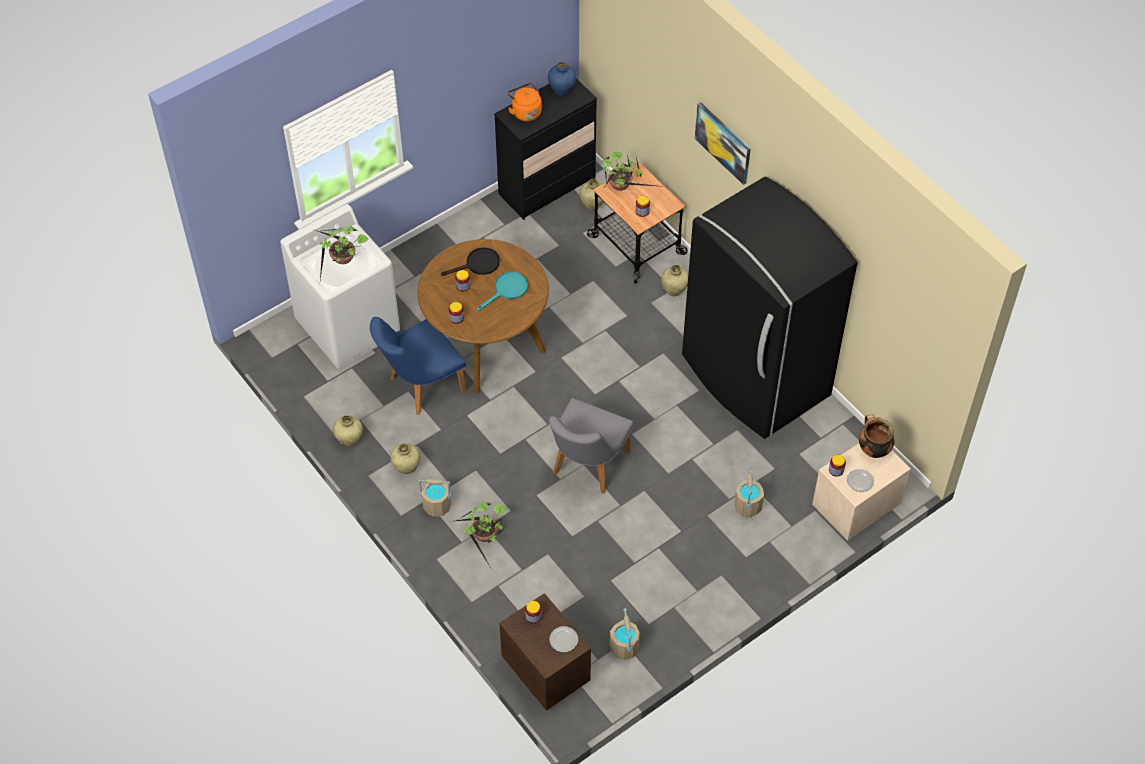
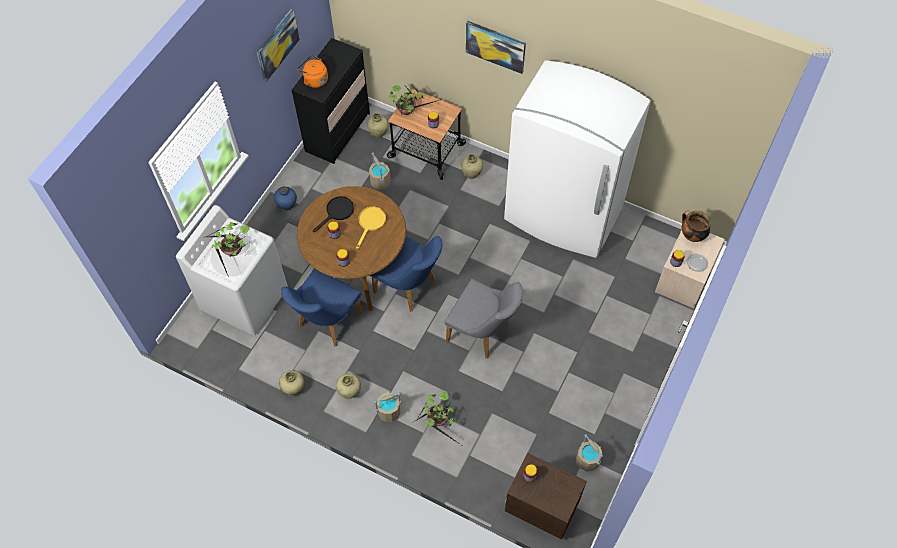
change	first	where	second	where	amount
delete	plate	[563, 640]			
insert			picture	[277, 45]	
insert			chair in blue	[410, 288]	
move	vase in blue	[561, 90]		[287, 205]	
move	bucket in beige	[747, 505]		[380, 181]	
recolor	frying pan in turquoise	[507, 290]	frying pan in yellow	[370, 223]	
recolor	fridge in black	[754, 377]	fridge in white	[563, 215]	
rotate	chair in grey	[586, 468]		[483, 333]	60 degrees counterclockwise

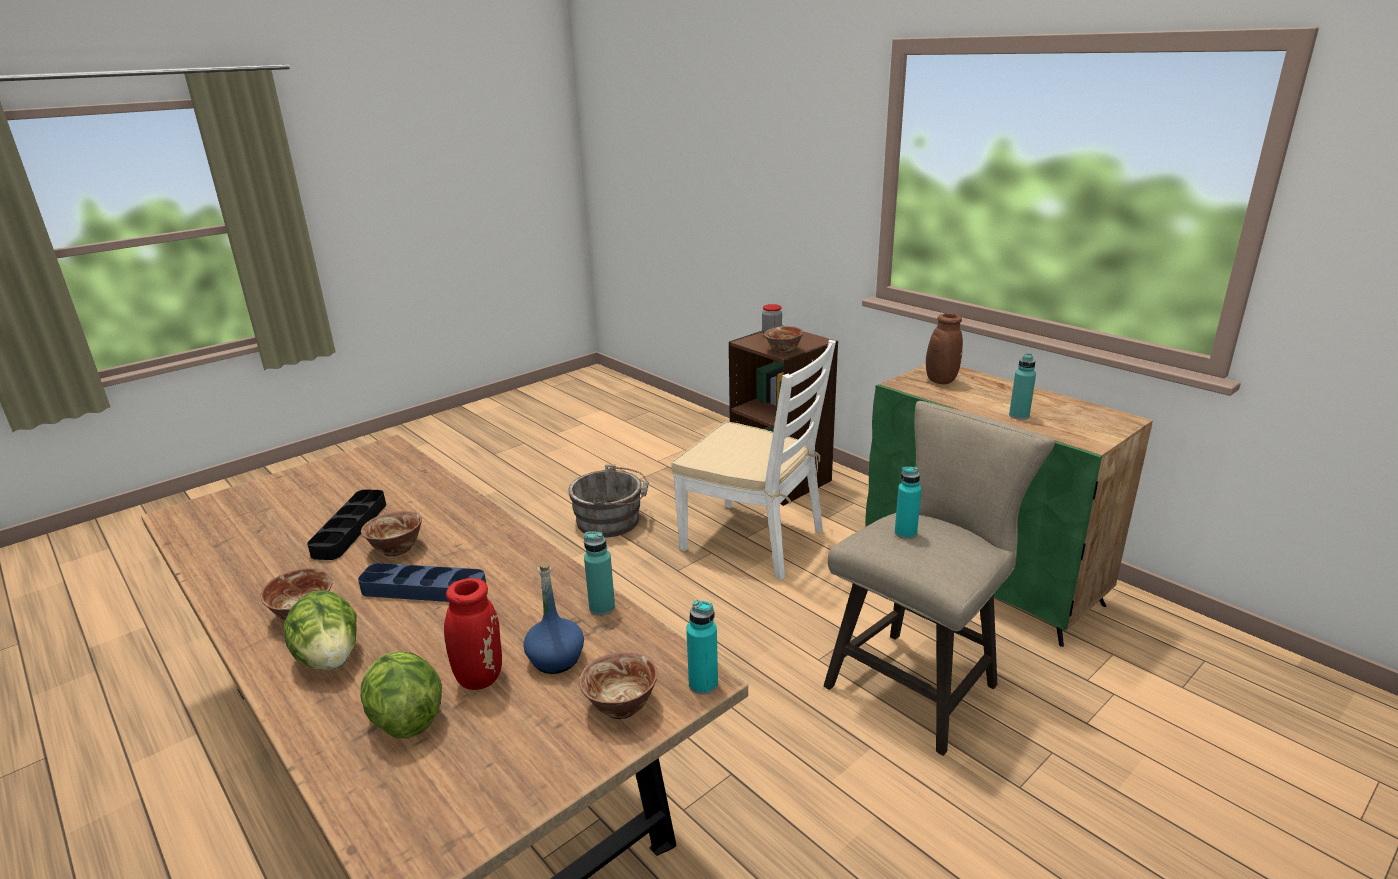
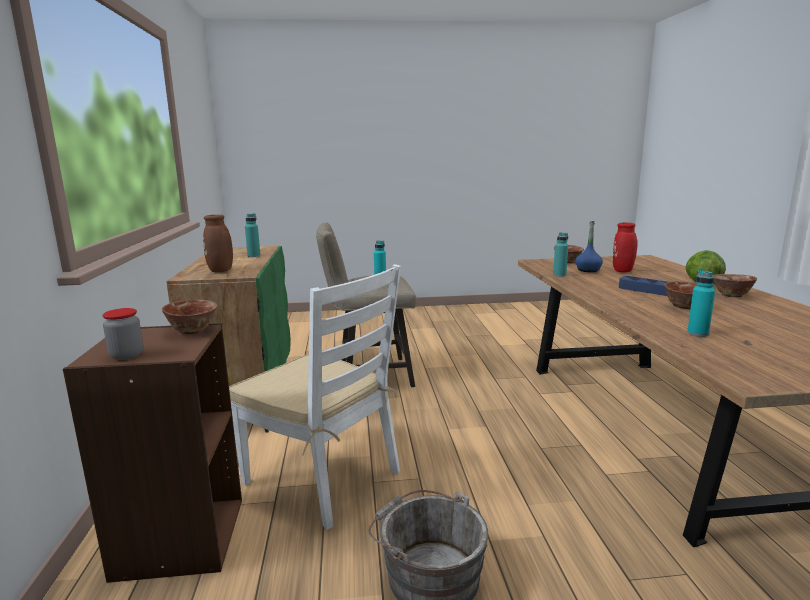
change	first	where	second	where	amount
delete	tray in black	[350, 529]			
delete	lettuce	[405, 719]			
move	bottle in turquoise	[703, 684]		[697, 333]	
rotate	chair in white	[754, 539]		[323, 477]	150 degrees clockwise

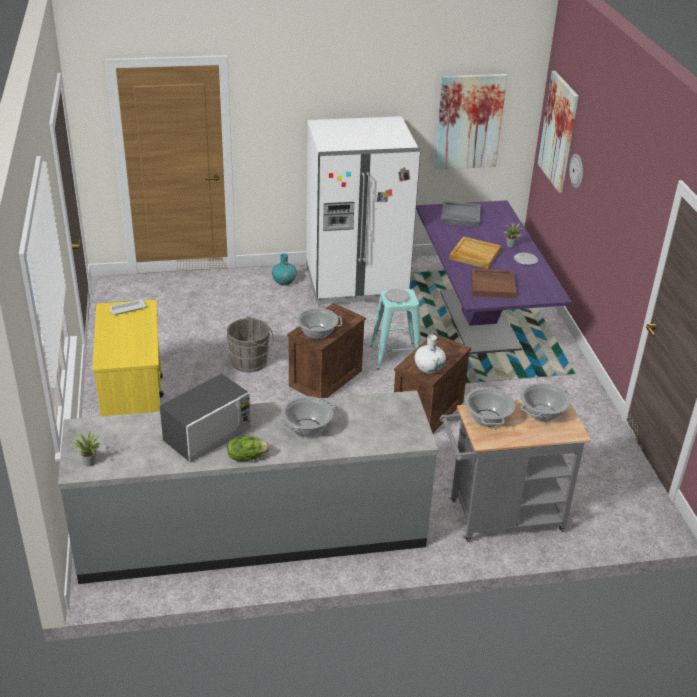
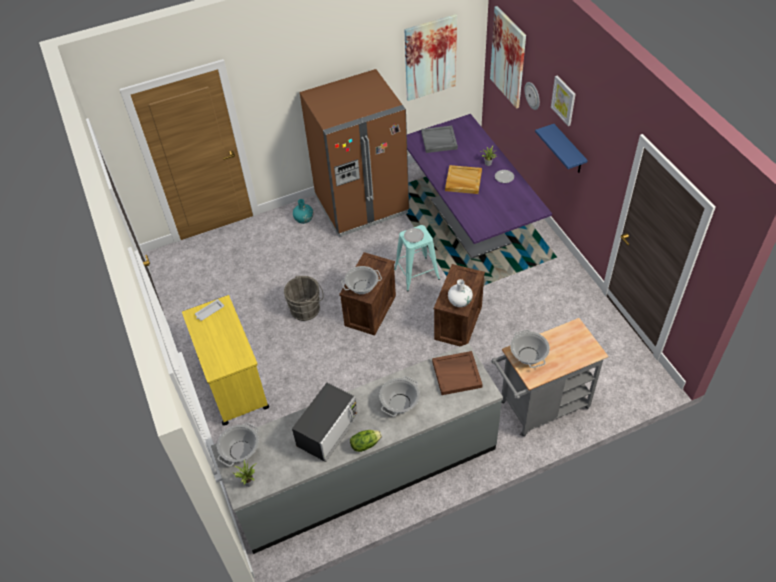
change	first	where	second	where	amount
insert			shelf in blue	[569, 150]	
insert			picture	[563, 100]	
move	tray in brown	[493, 285]		[457, 374]	
move	cooking pot	[542, 413]		[240, 451]	
recolor	fridge in white	[356, 282]	fridge in brown	[362, 206]	

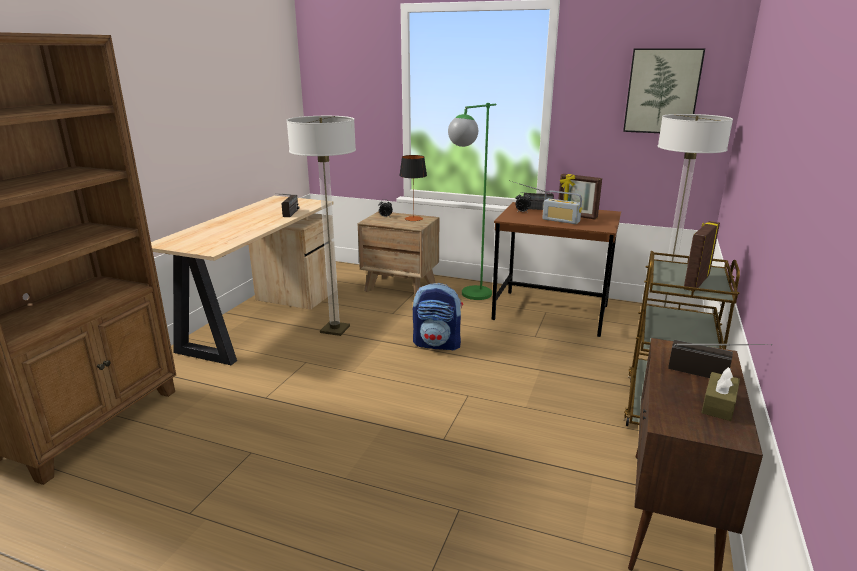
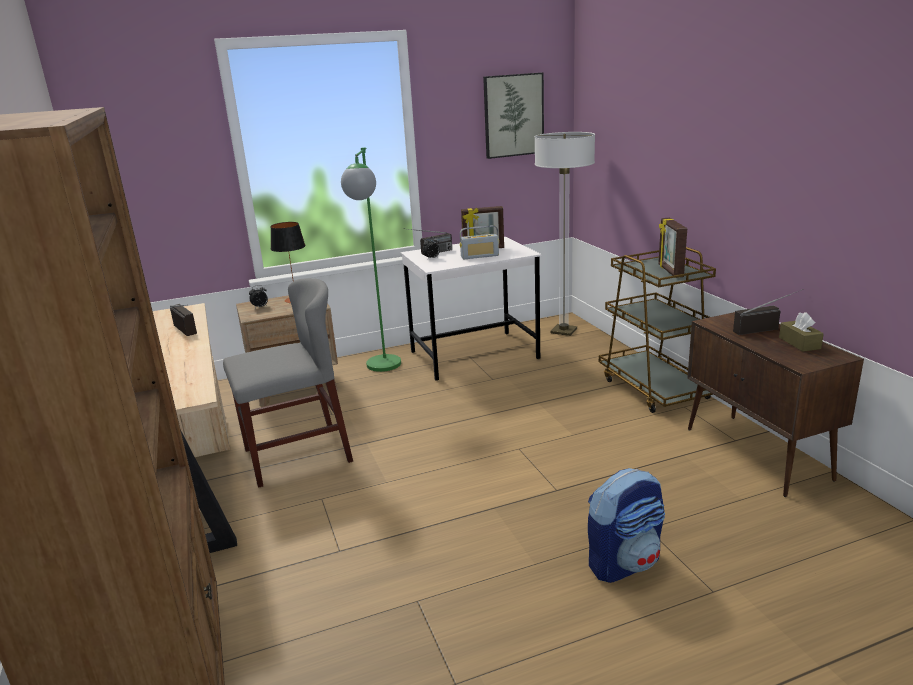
change	first	where	second	where	amount
move	backpack	[438, 344]		[624, 562]	
replace	floor lamp	[335, 330]	chair in grey	[297, 455]	
recolor	desk in brown	[551, 313]	desk in white	[474, 355]	

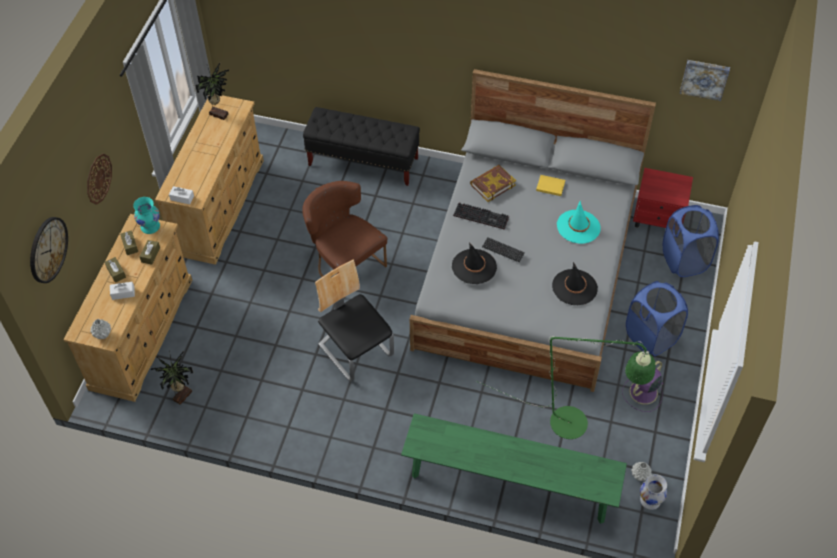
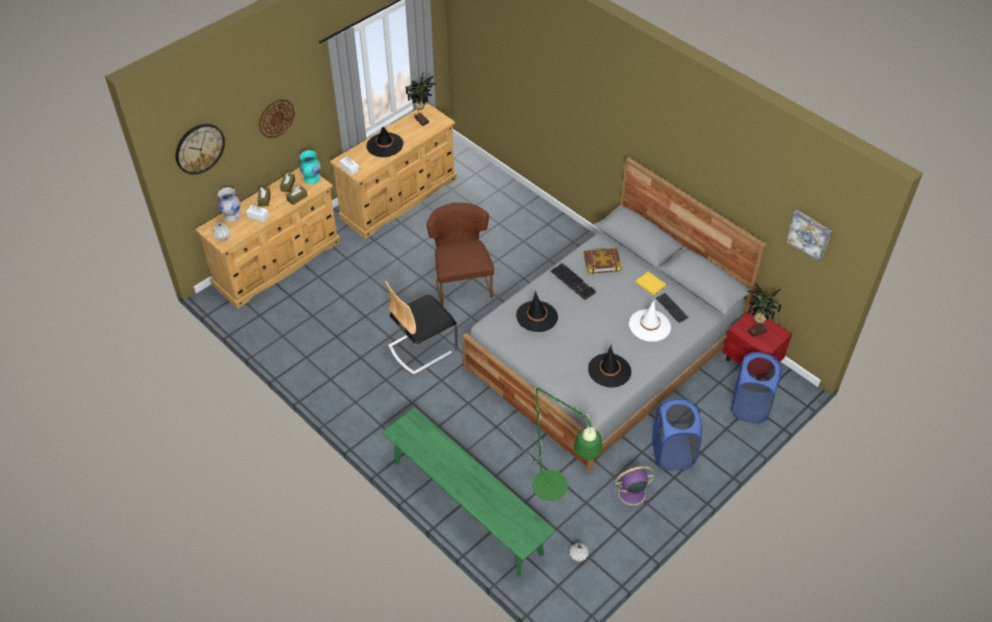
change	first	where	second	where	amount
delete	bench in black	[363, 162]			
insert			hat in black	[384, 145]	
move	potted plant	[181, 395]		[756, 330]	
move	keyboard	[503, 250]		[671, 308]	
move	vase in white	[650, 500]		[232, 216]	
recolor	hat in turquoise	[578, 227]	hat in white	[649, 325]	
rotate	chair	[356, 350]		[422, 348]	120 degrees counterclockwise

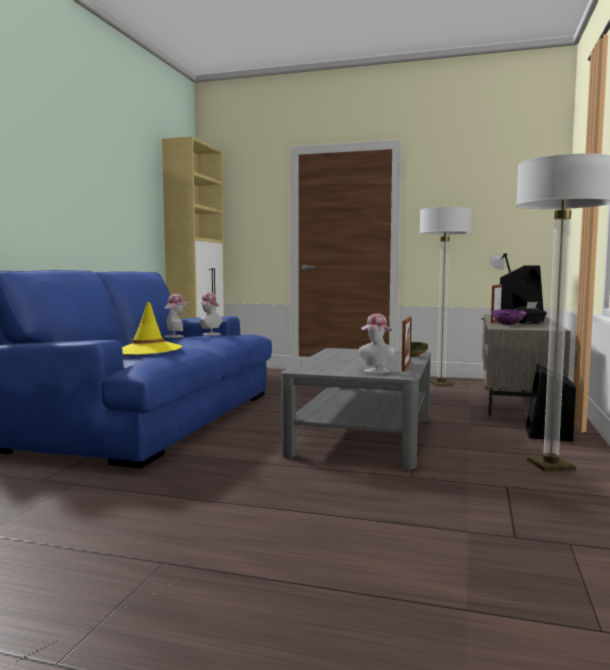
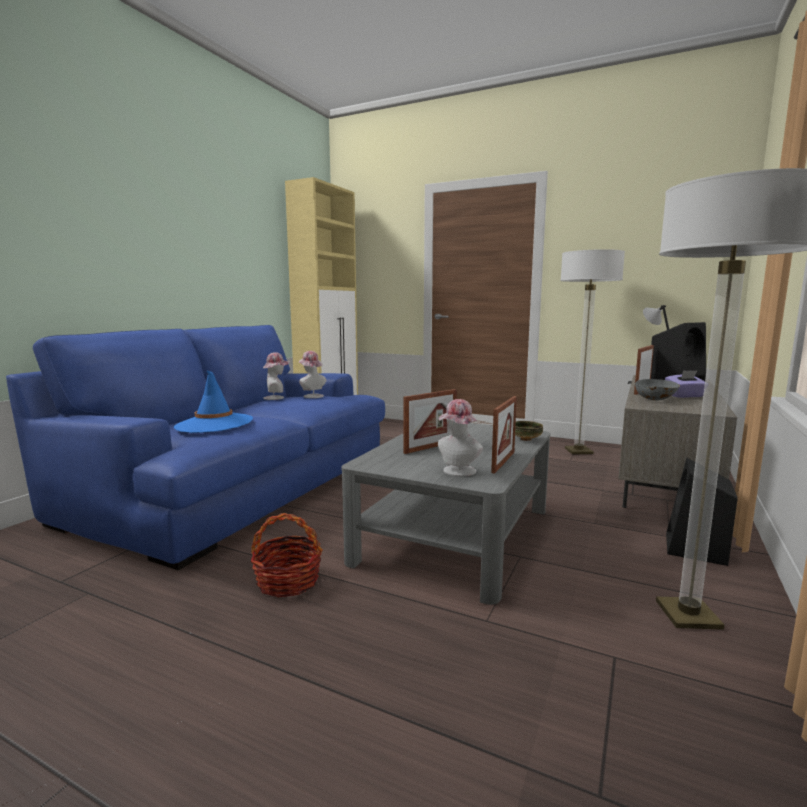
change	first	where	second	where	amount
insert			basket	[287, 581]	
insert			picture frame	[430, 447]	
recolor	hat in yellow	[148, 350]	hat in blue	[214, 424]	
recolor	bowl in purple	[508, 325]	bowl in grey	[655, 400]	
recolor	tissue box in black	[529, 323]	tissue box in purple	[685, 396]	

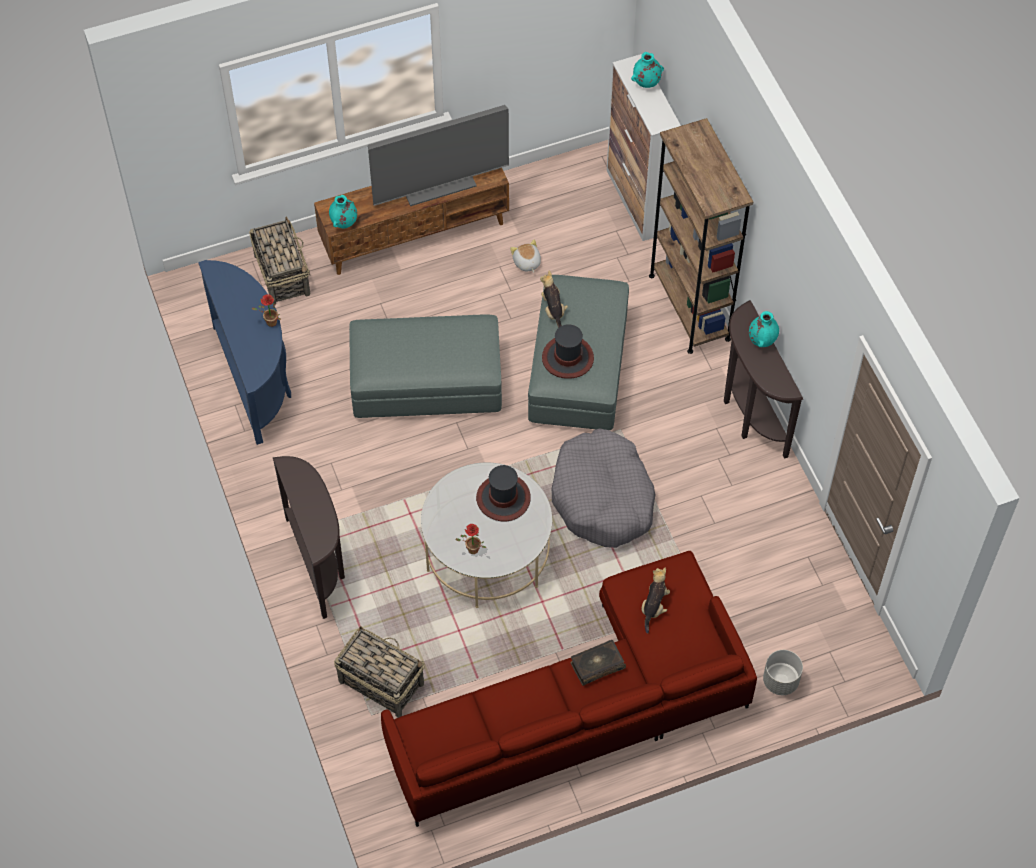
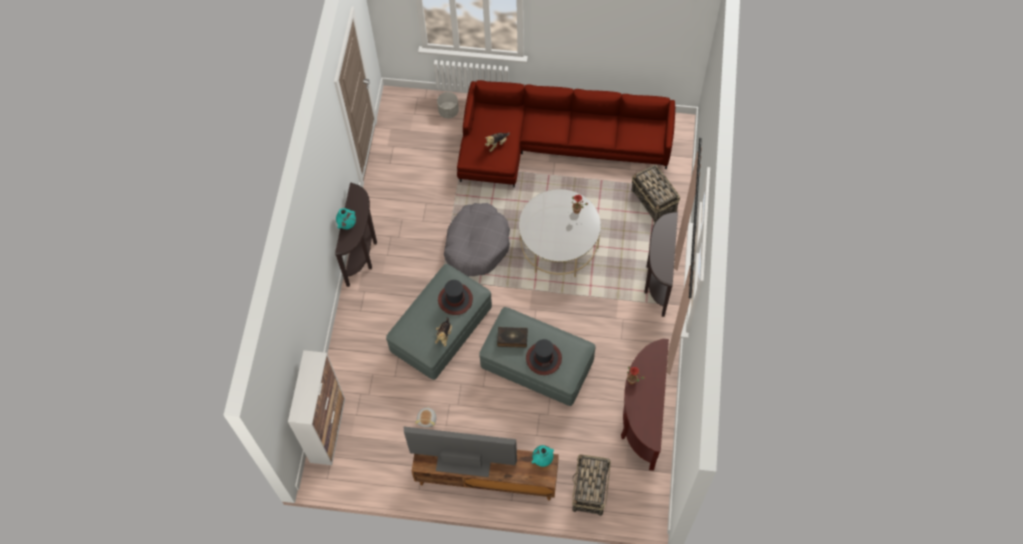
change	first	where	second	where	amount
delete	vase in turquoise	[646, 83]			
delete	bookcase in brown	[689, 307]			
move	hat	[503, 498]		[543, 358]	
move	book	[597, 665]		[512, 339]	
recolor	console table in blue	[256, 379]	console table in brown	[642, 418]	

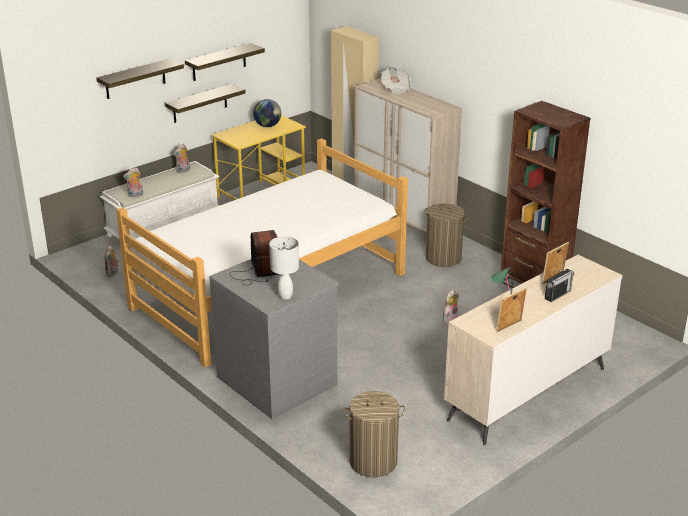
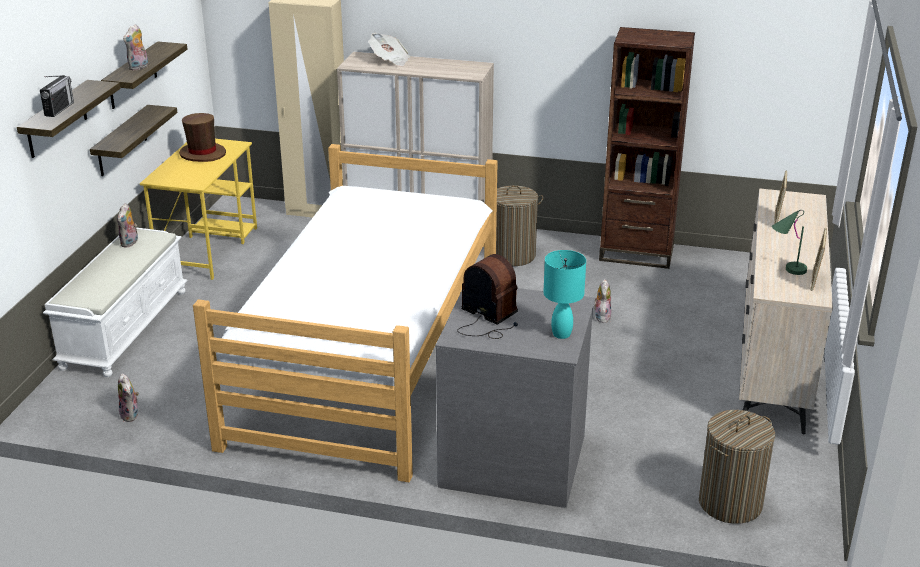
change	first	where	second	where	amount
move	plush toy	[135, 195]		[139, 67]	
move	radio	[557, 295]		[59, 109]	
replace	globe	[267, 126]	hat in brown	[202, 154]	
recolor	table lamp in white	[285, 296]	table lamp in turquoise	[562, 334]	

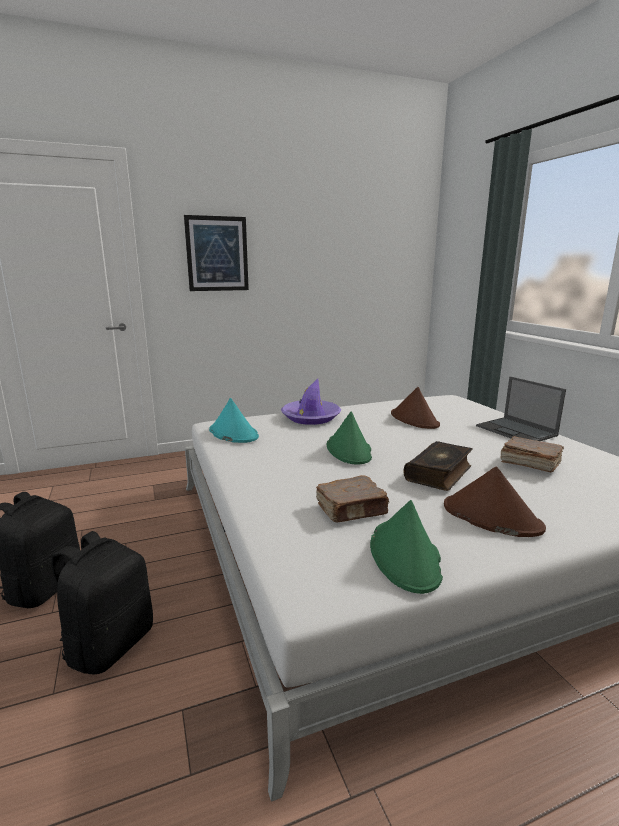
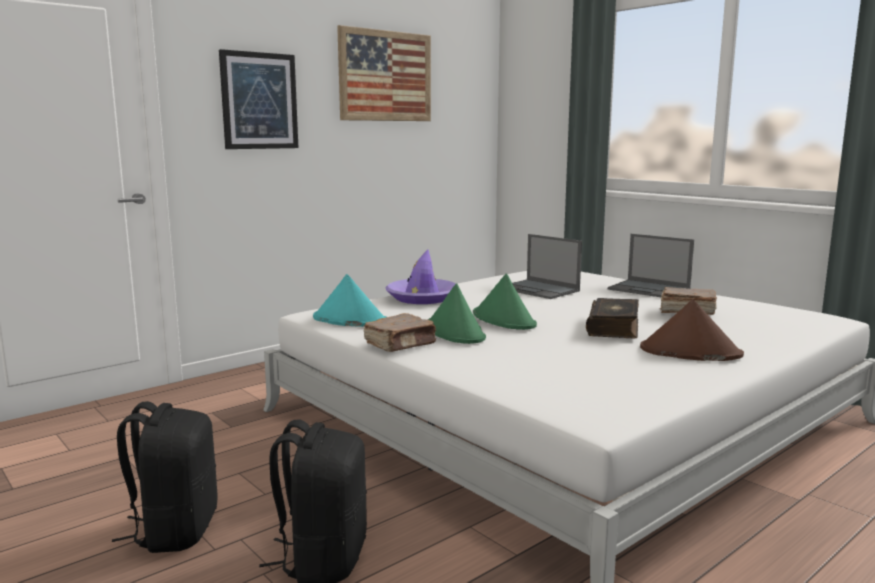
change	first	where	second	where	amount
insert			picture	[385, 76]	
move	book in brown	[352, 510]		[401, 344]	
move	hat in green	[405, 556]		[455, 332]	
replace	hat in brown	[414, 419]	laptop	[539, 290]	

